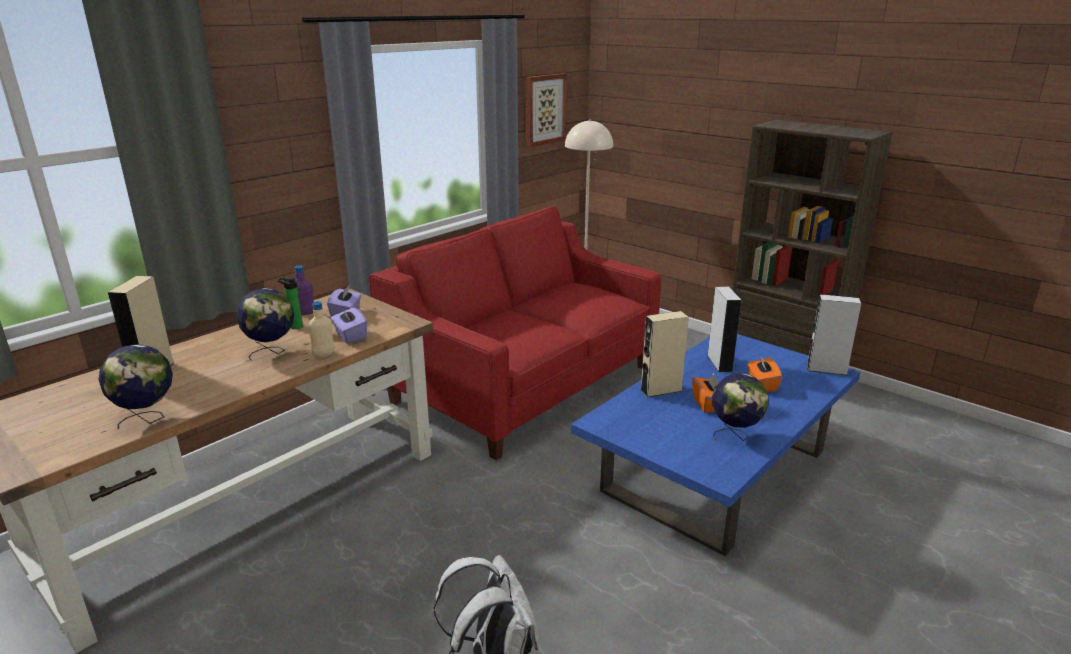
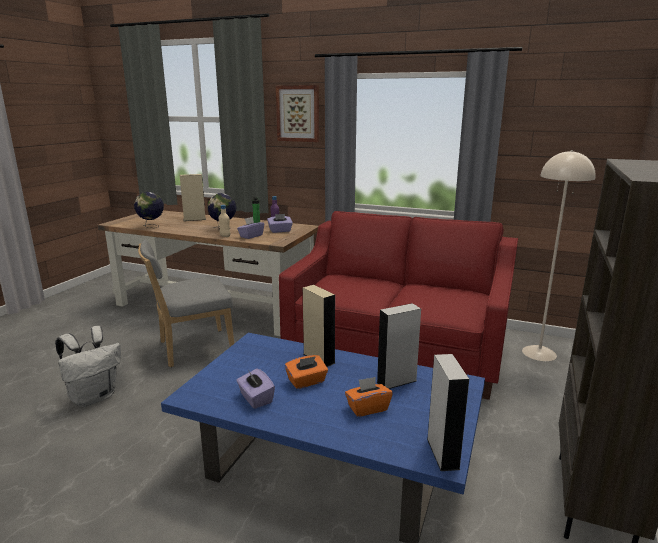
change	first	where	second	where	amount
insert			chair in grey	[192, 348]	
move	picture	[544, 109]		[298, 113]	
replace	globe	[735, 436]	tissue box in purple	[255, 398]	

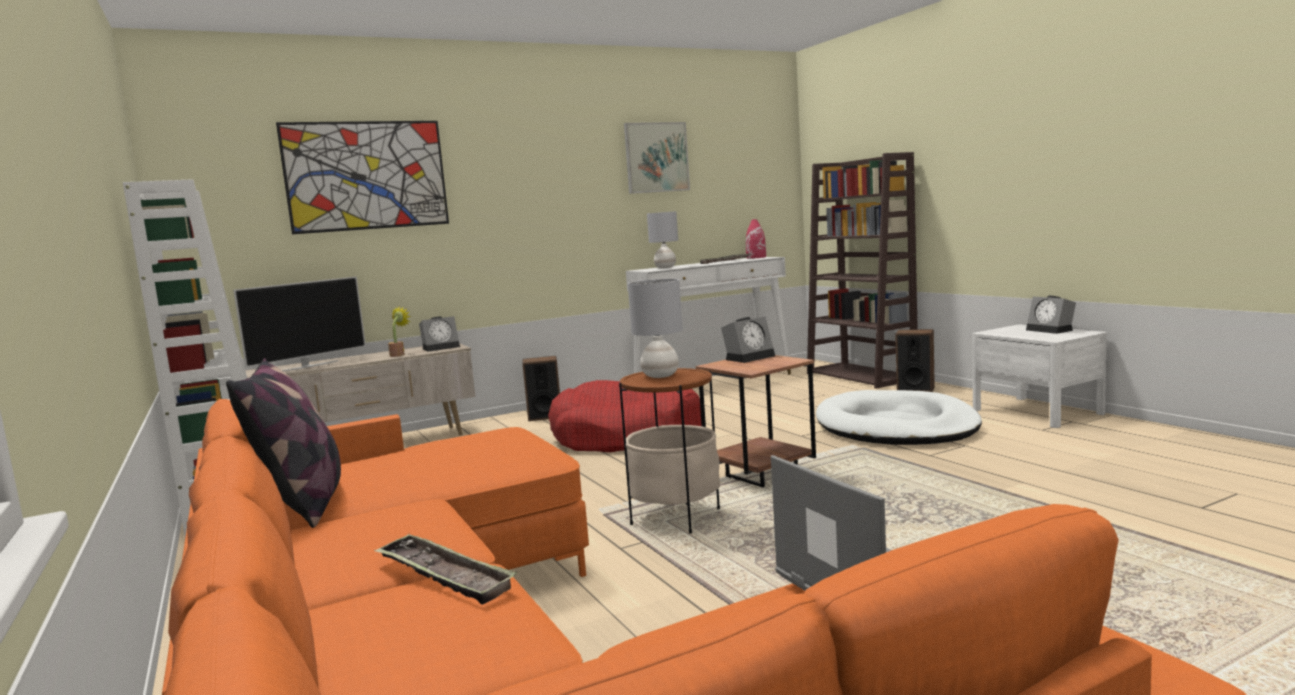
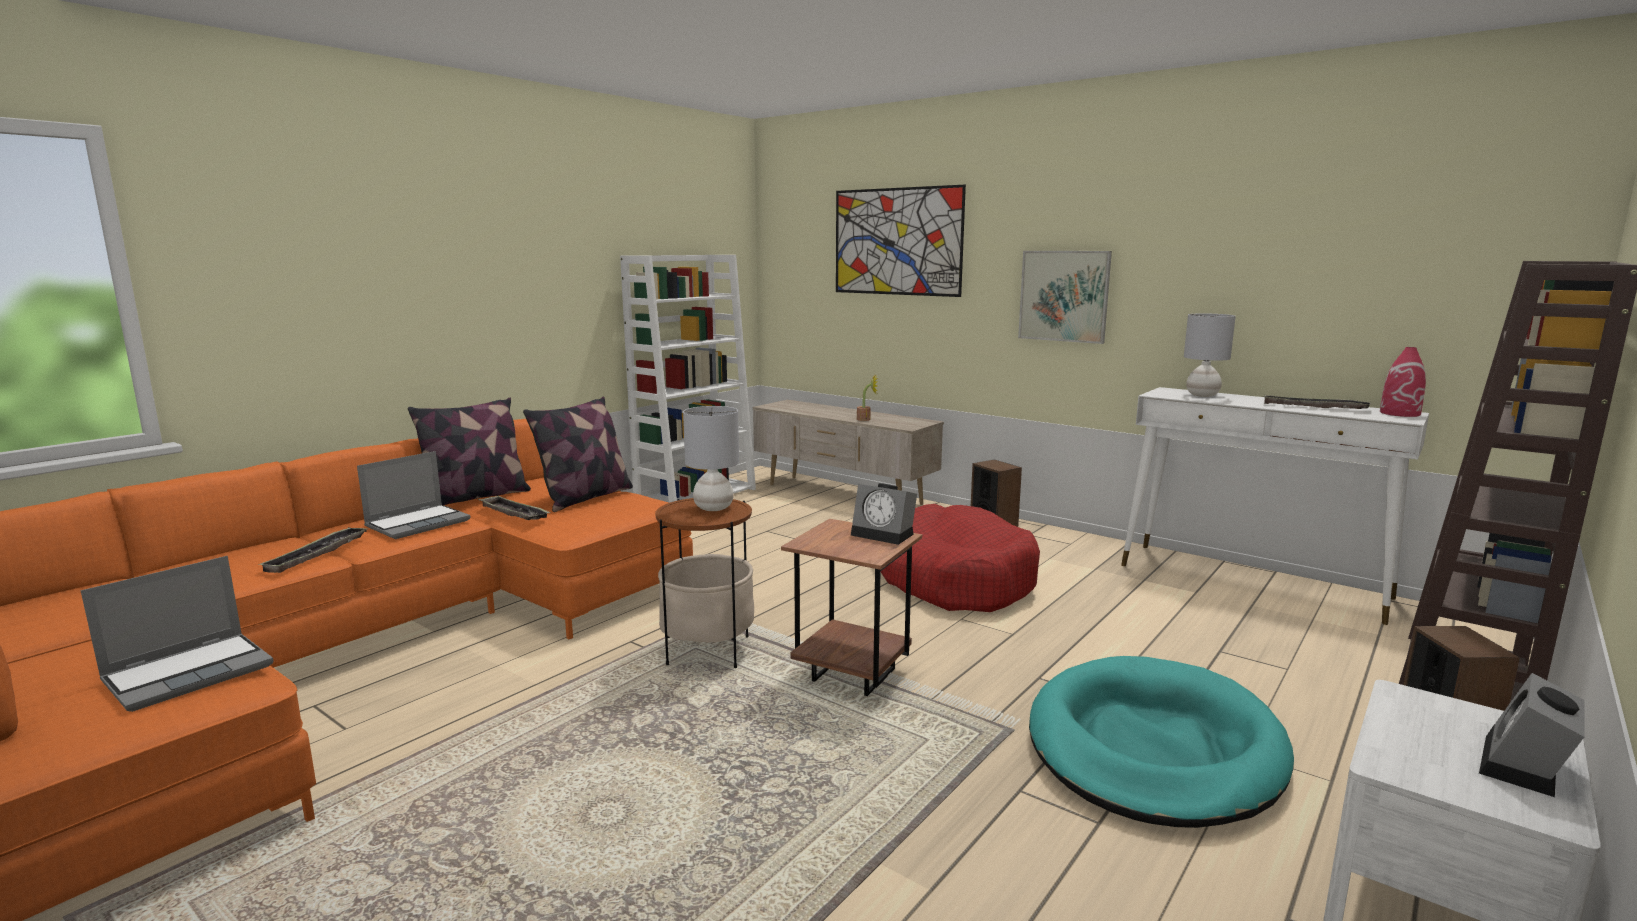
change	first	where	second	where	amount
delete	television	[308, 366]			
delete	alarm clock	[442, 347]			
insert			laptop	[418, 523]	
insert			tray	[514, 513]	
insert			pillow	[585, 497]	
move	picture	[656, 157]		[1064, 296]	
recolor	dog bed in white	[896, 426]	dog bed in turquoise	[1153, 748]	

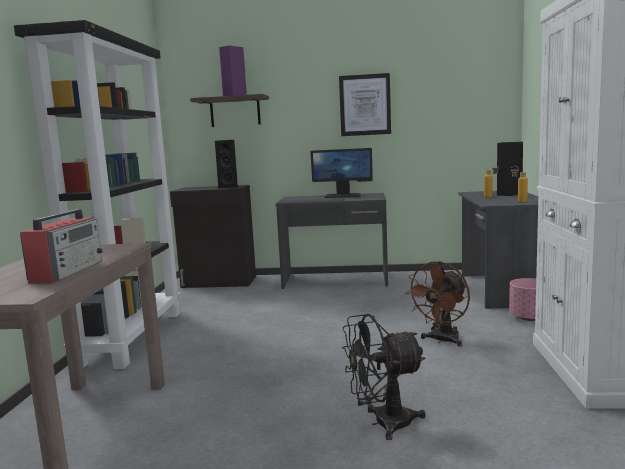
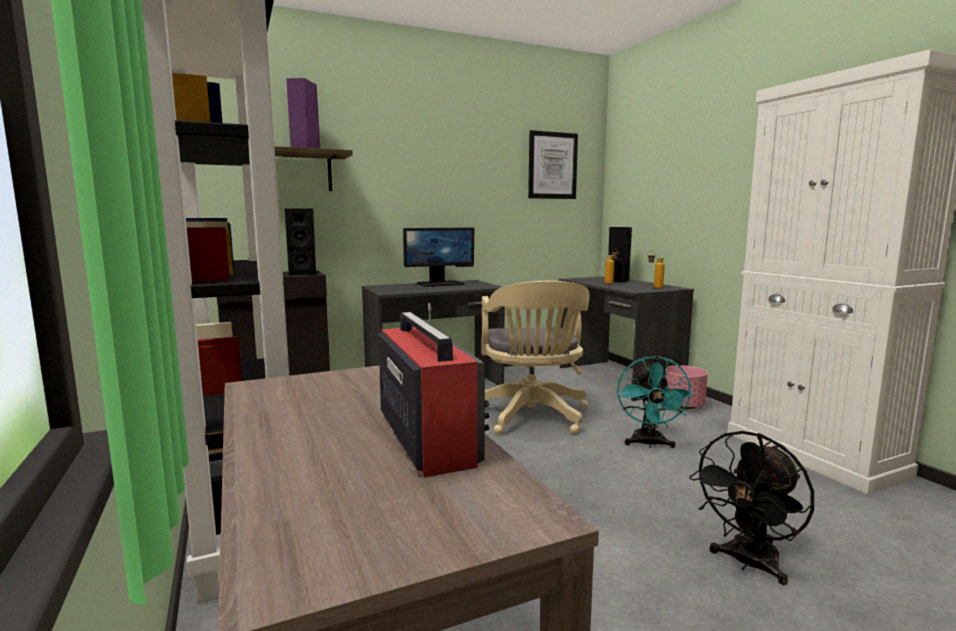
change	first	where	second	where	amount
insert			office chair in beige	[532, 417]	
move	picture	[365, 105]		[552, 165]	
recolor	fan in brown	[442, 340]	fan in turquoise	[649, 444]	

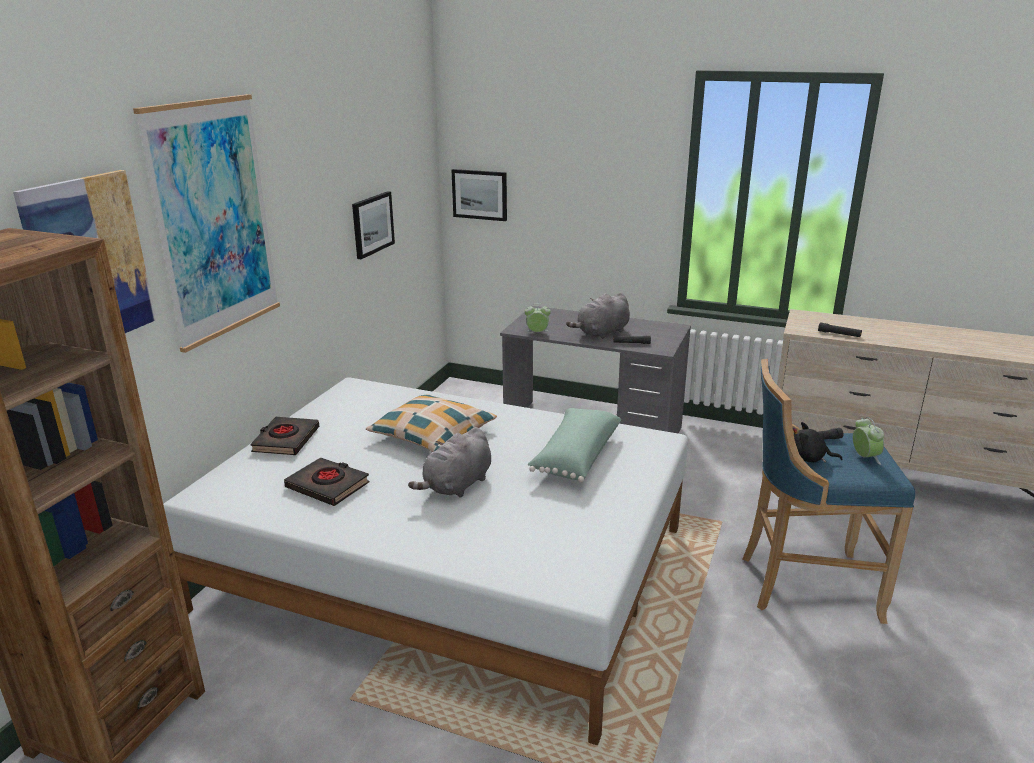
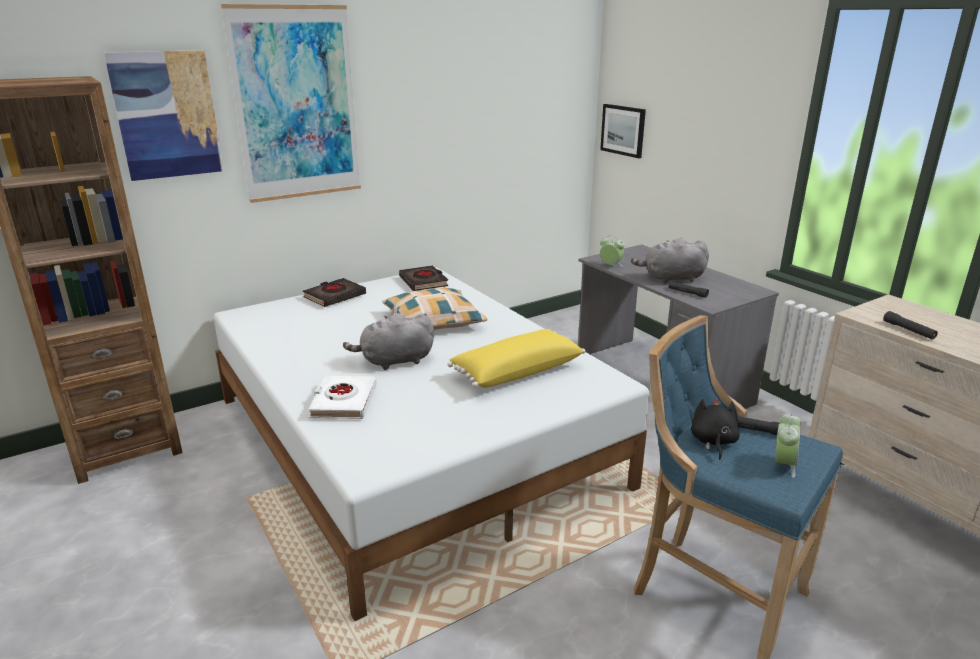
change	first	where	second	where	amount
delete	picture	[372, 224]			
insert			book in white	[343, 402]	
move	book in black	[328, 486]		[423, 282]	
recolor	pillow in green	[575, 456]	pillow in yellow	[516, 371]	
rotate	plush toy in black	[809, 458]		[713, 442]	45 degrees clockwise

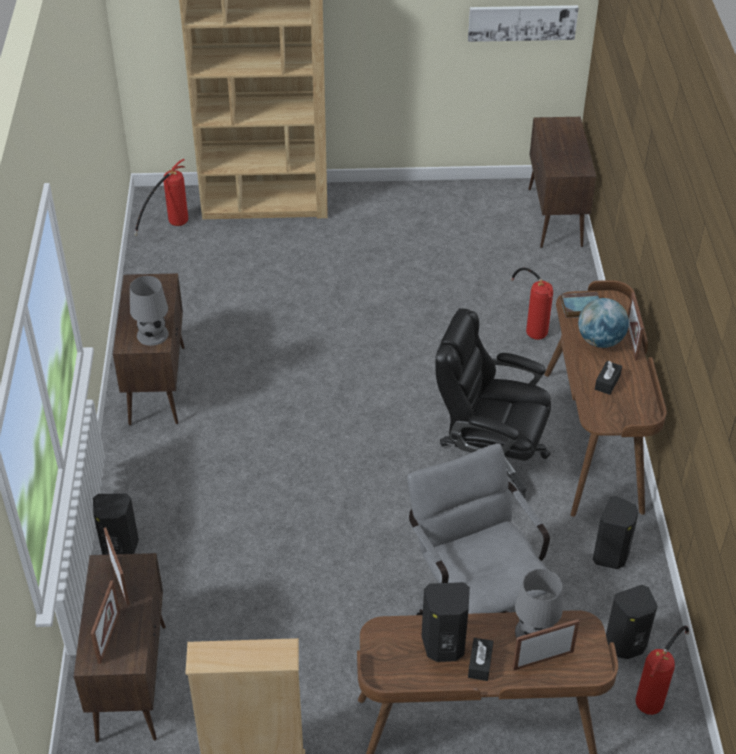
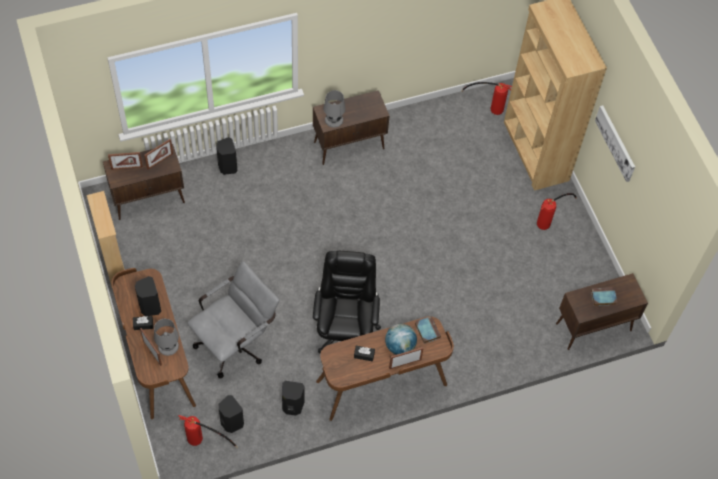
change	first	where	second	where	amount
insert			book	[602, 297]	
move	picture	[522, 22]		[616, 143]	
move	fire extinguisher	[531, 325]		[549, 220]	

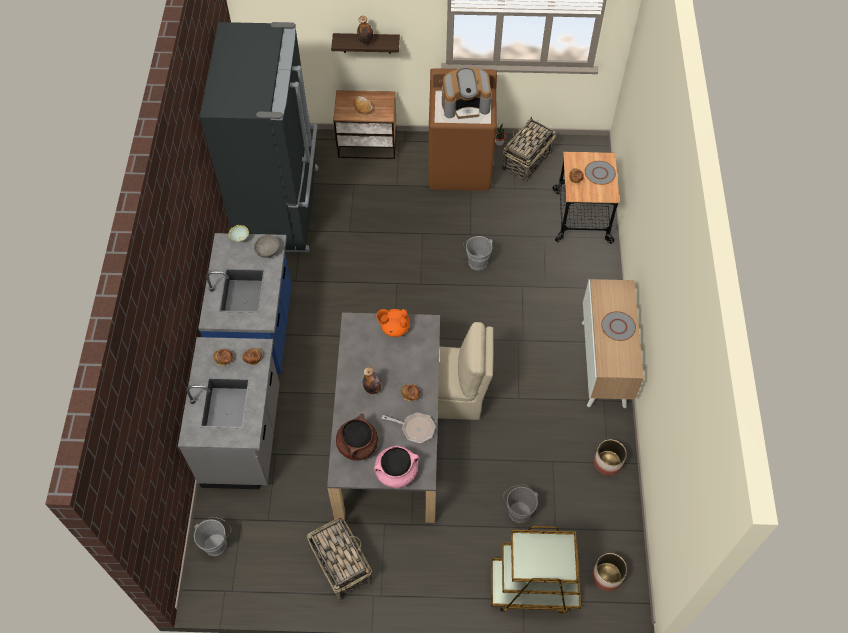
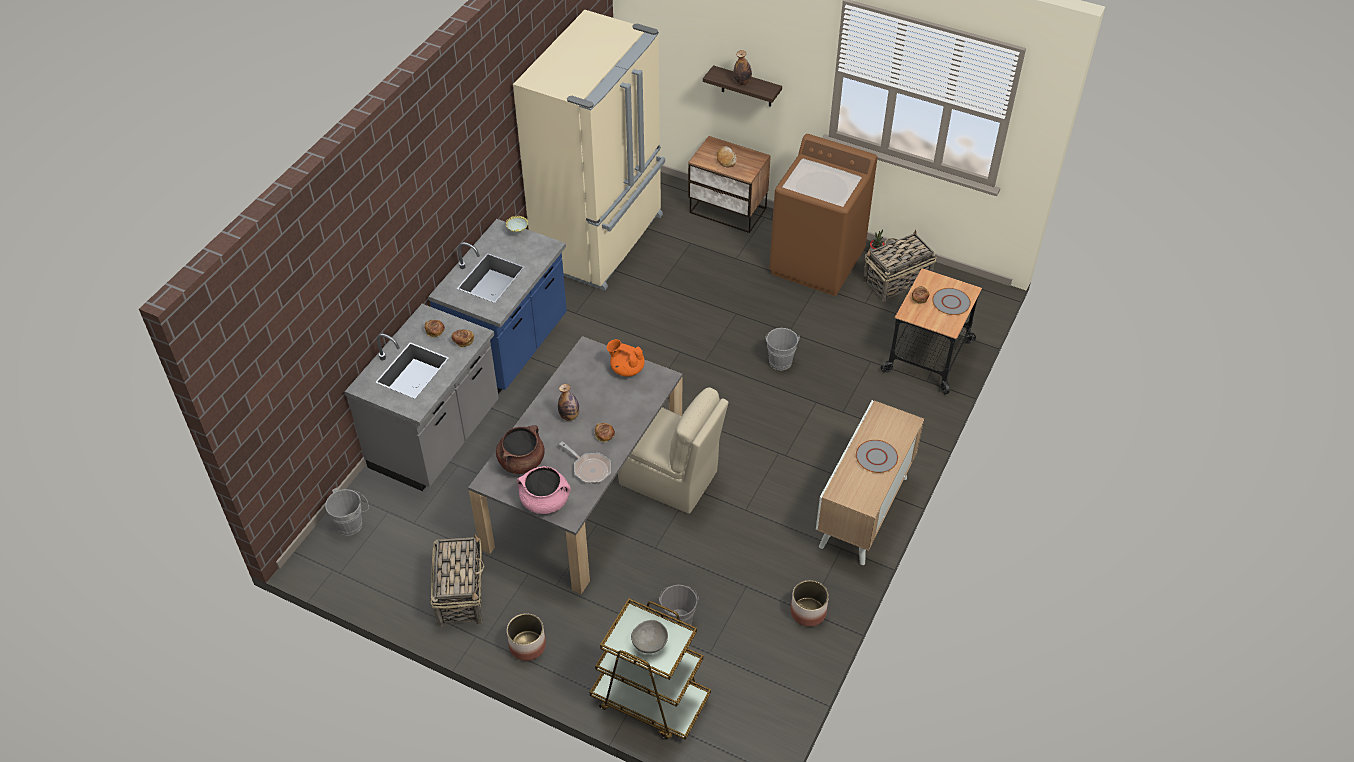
change	first	where	second	where	amount
delete	coffee machine	[465, 104]			
move	bowl in grey	[267, 251]		[649, 644]	
move	planter	[607, 576]		[527, 645]	
recolor	fridge in black	[281, 207]	fridge in beige	[601, 240]	

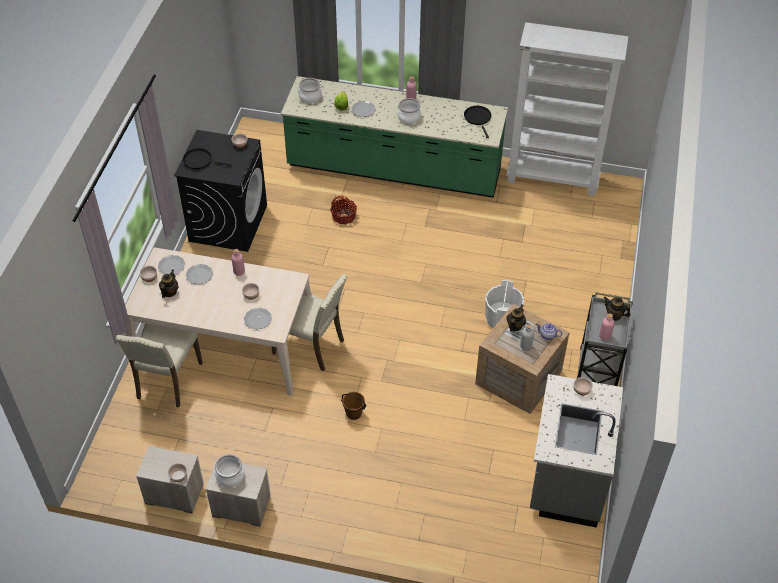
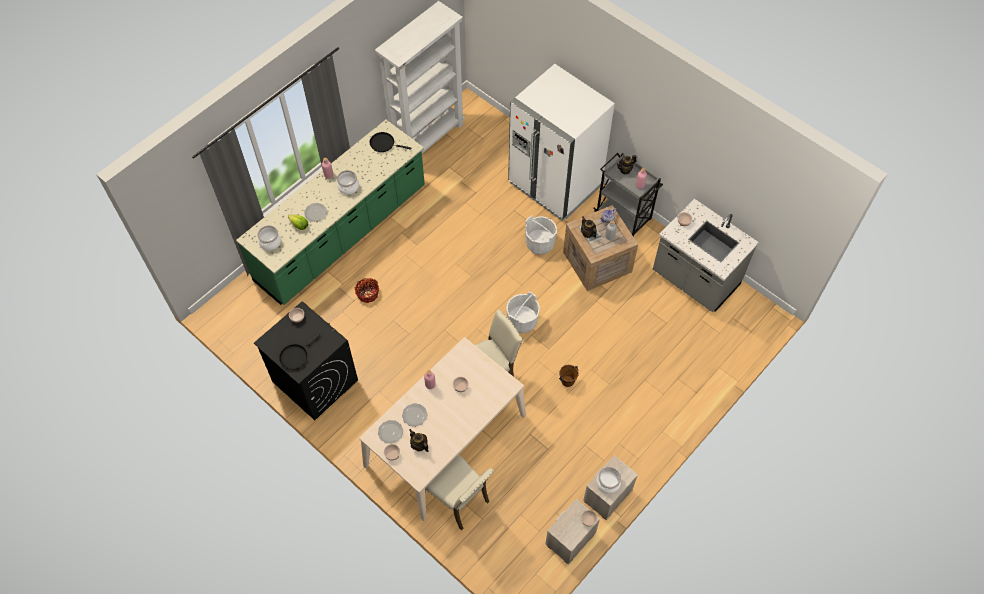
change	first	where	second	where	amount
delete	plate	[257, 320]			
insert			bucket in white	[522, 321]	
insert			fridge in white	[555, 185]	

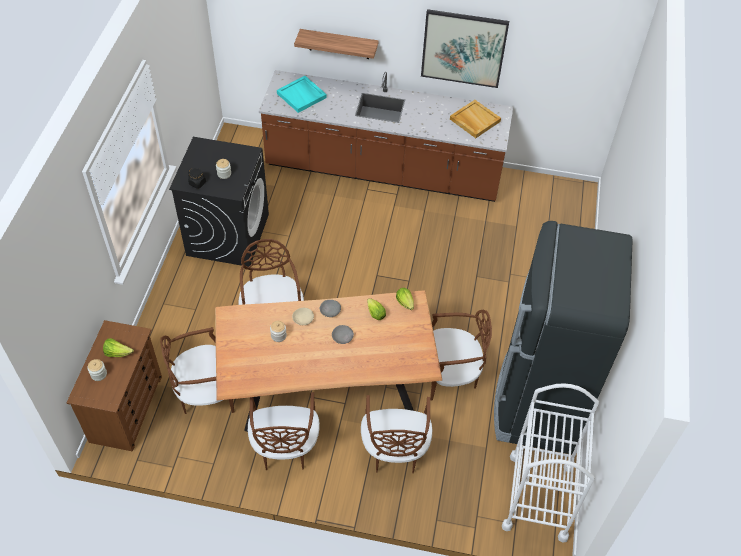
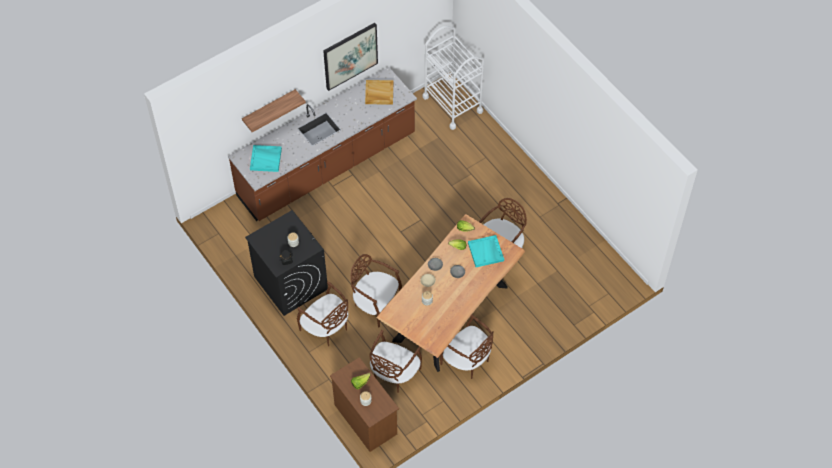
change	first	where	second	where	amount
delete	fridge in black	[536, 403]			
insert			tray in turquoise	[486, 252]	
move	chair in brown	[394, 451]		[326, 328]	
move	cart in white	[538, 496]		[452, 104]	

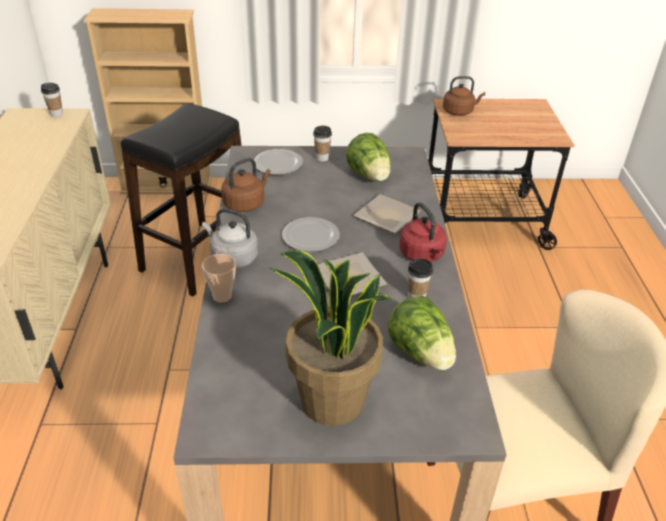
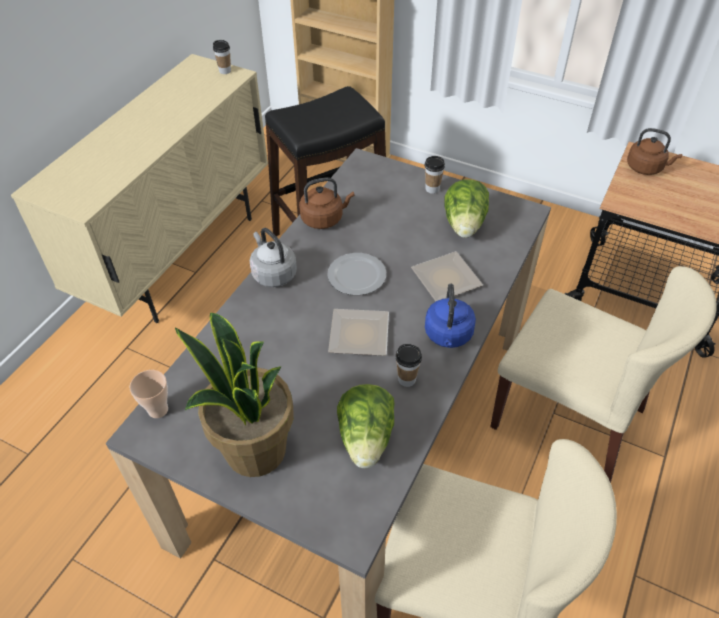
change	first	where	second	where	amount
delete	plate	[278, 164]			
insert			chair in beige	[569, 418]	
move	cup	[222, 296]		[158, 410]	
recolor	kettle in red	[422, 255]	kettle in blue	[448, 336]	

